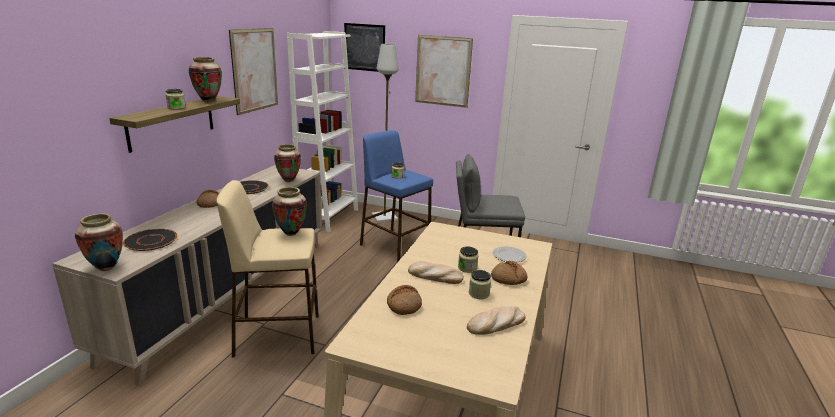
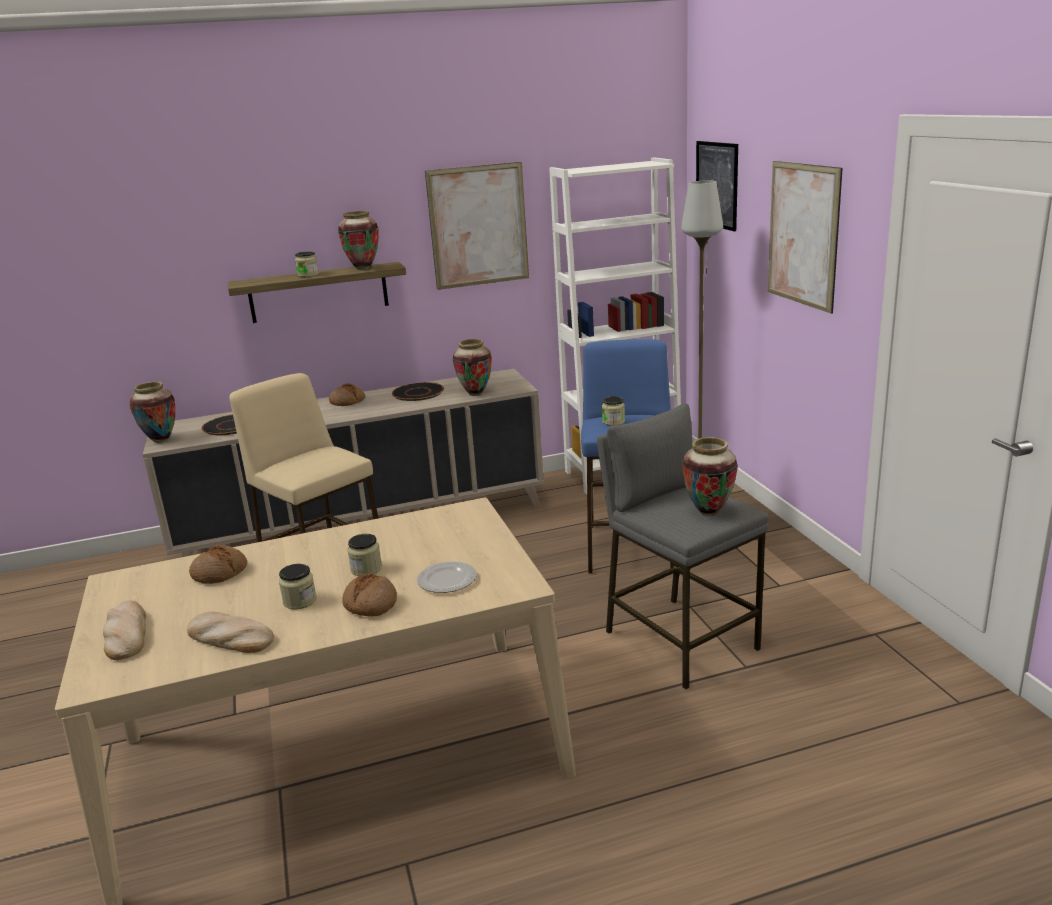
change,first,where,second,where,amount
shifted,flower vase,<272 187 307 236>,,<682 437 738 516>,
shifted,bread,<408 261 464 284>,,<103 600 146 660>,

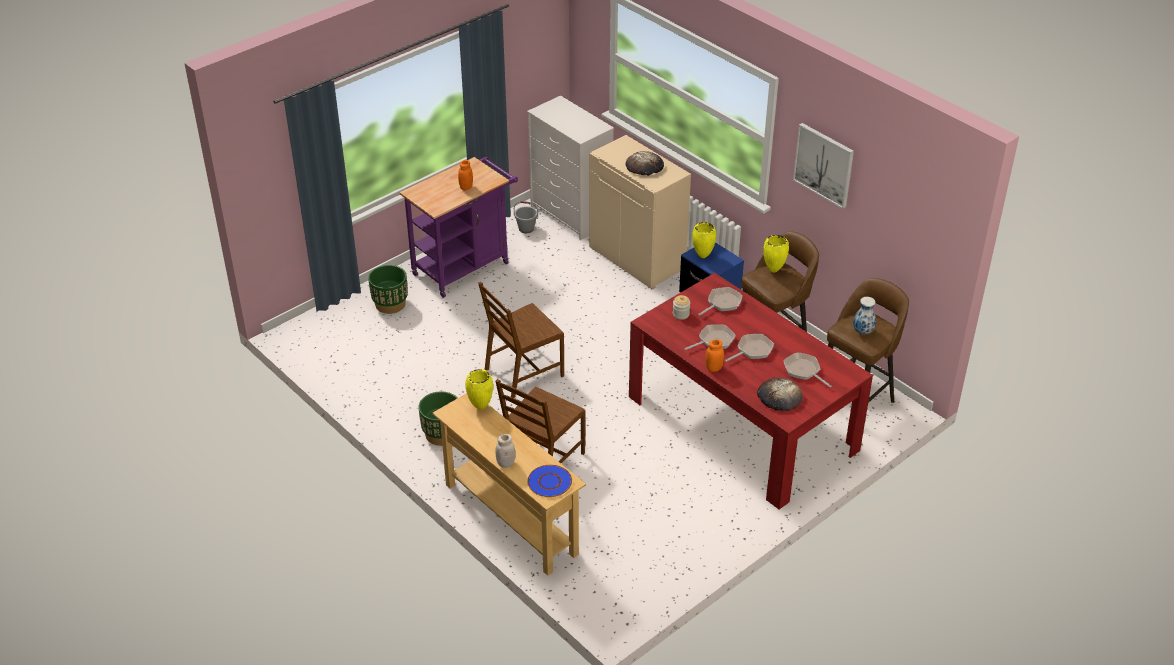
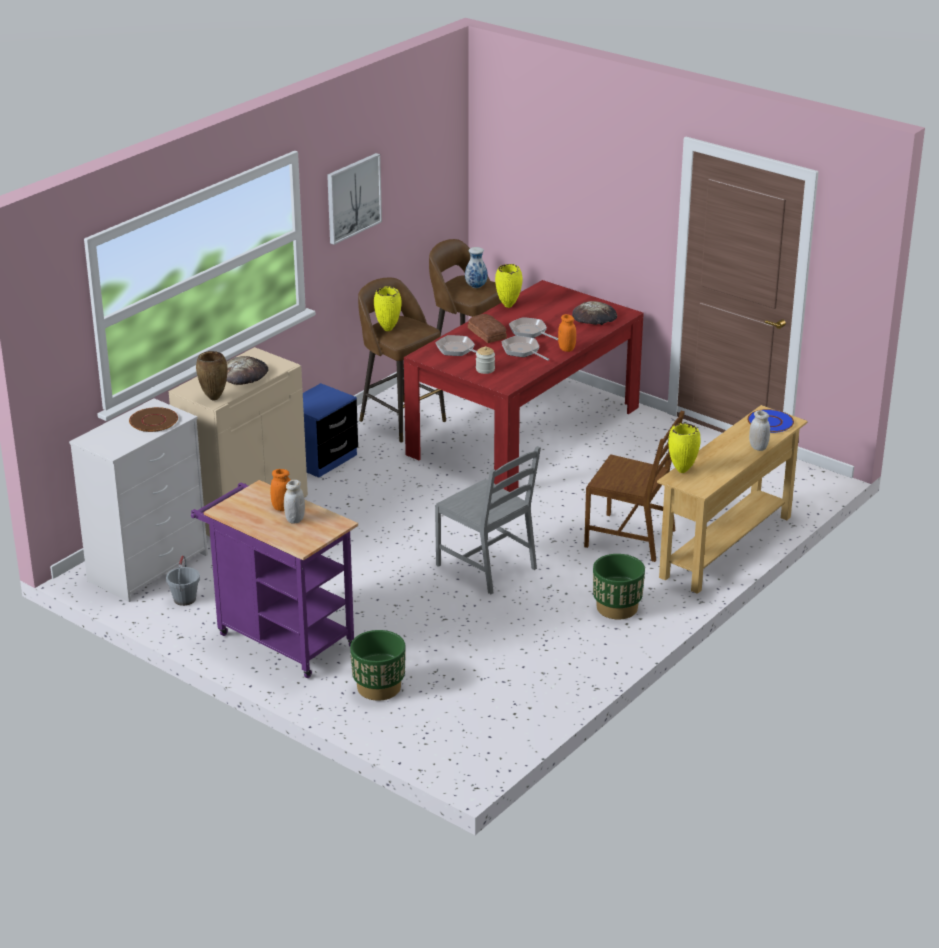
change,first,where,second,where,amount
repainted,brown-coloured upright chair,<478 282 564 398>,greyish upright chair,<435 446 541 594>,
shifted,yellow flower vase,<692 222 716 258>,,<495 264 523 308>,
gone,frying pan,<784 352 831 387>,,,
new,,,brown-coloured dinner plate,<129 407 178 432>,
new,,,brown-coloured flower vase,<196 351 228 400>,
new,,,white preserve jar,<284 480 305 524>,
new,,,bread,<468 314 507 343>,

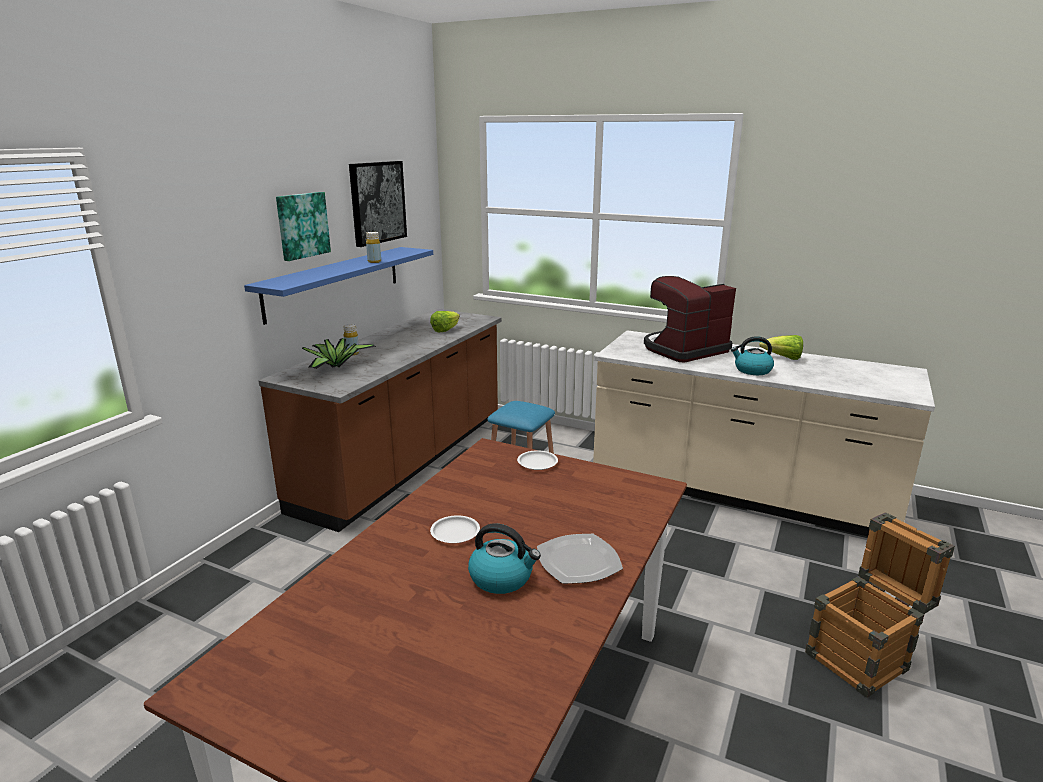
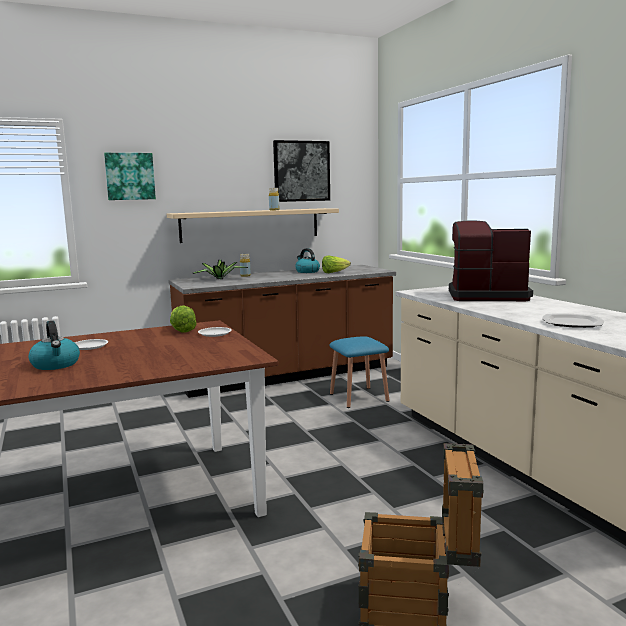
change,first,where,second,where,amount
repainted,blue-coloured bracket shelf,<244 247 433 325>,beige-coloured bracket shelf,<167 208 339 243>,
shifted,wall art,<276 192 331 261>,,<104 153 156 200>,
shifted,dinner plate,<537 534 623 584>,,<542 313 604 328>,
shifted,kettle,<731 336 774 375>,,<295 248 320 273>,
shifted,lettuce,<759 335 803 360>,,<170 305 197 333>,

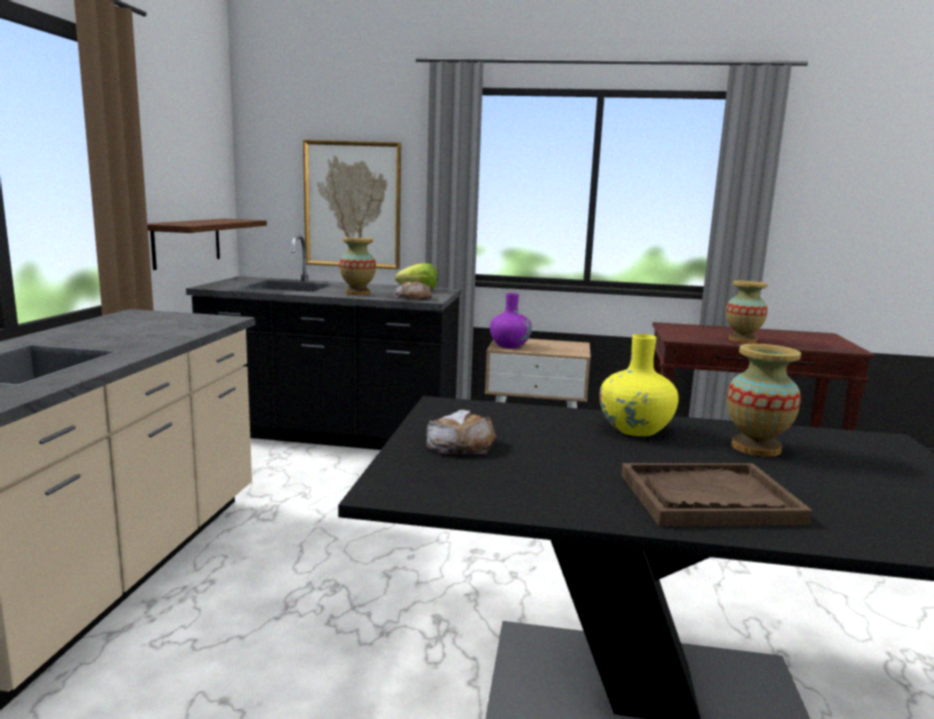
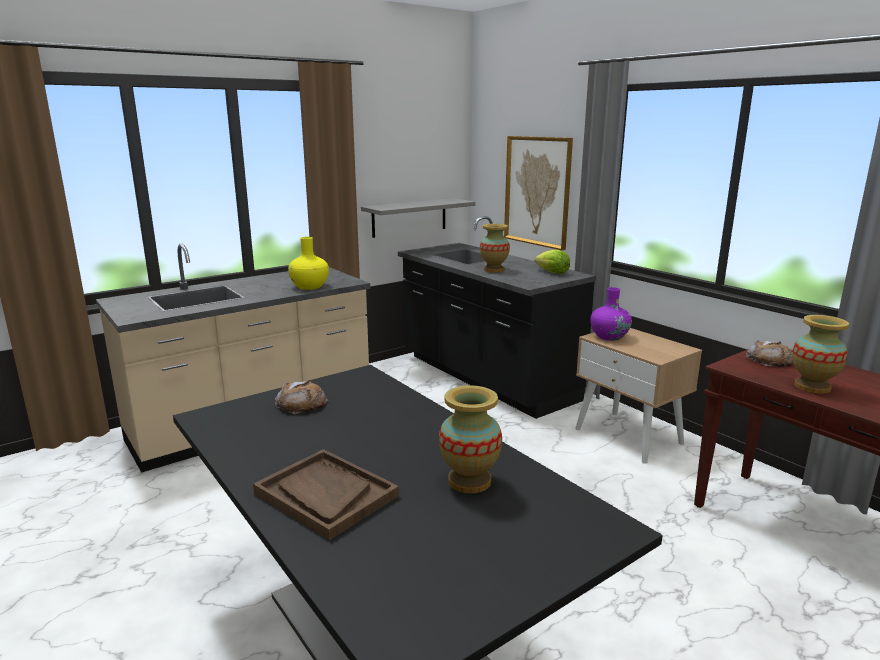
change,first,where,second,where,amount
repainted,brown-coloured bracket shelf,<147 219 267 270>,greyish bracket shelf,<361 198 476 238>,
shifted,bread,<393 280 433 300>,,<745 340 794 367>,
shifted,yellow flower vase,<599 334 679 436>,,<288 237 329 290>,

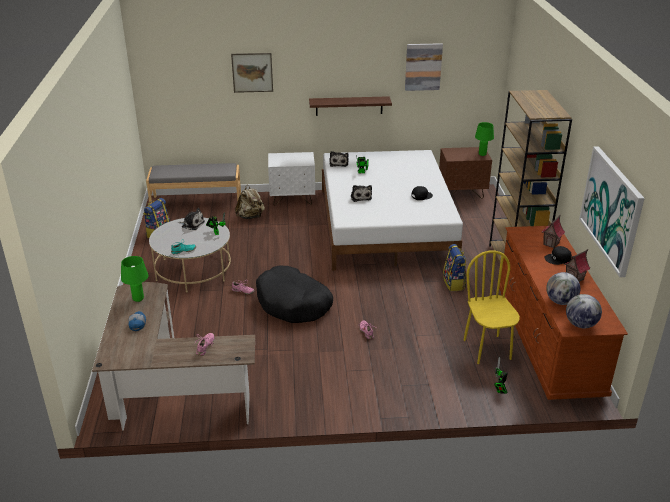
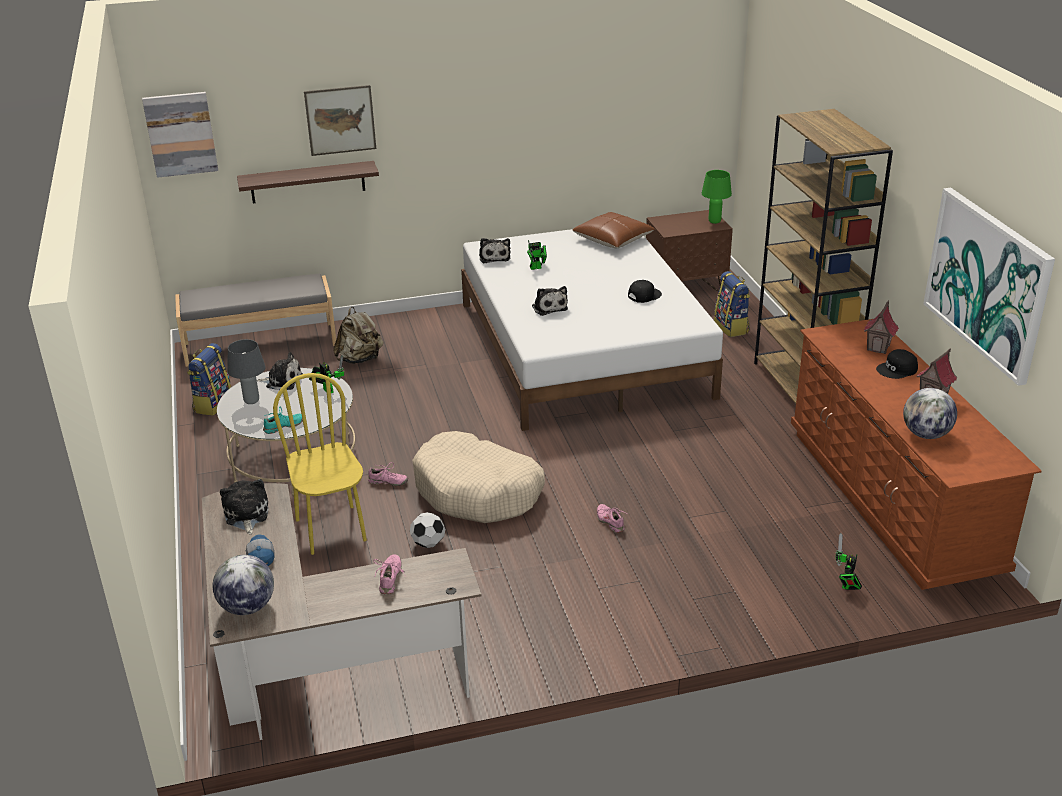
change,first,where,second,where,amount
swapped,green table lamp,<121 256 148 302>,cuddly toy,<220 479 269 534>,
repainted,black-coloured pet bed,<256 266 333 323>,beige-coloured pet bed,<412 431 545 523>,
gone,white bedside table,<268 152 315 206>,,,
shifted,bracket shelf,<309 96 392 116>,,<237 161 379 204>,
shifted,wall art,<405 43 443 91>,,<142 92 218 178>,
shifted,backpack,<443 244 466 291>,,<714 271 750 337>,
shifted,yellow upright chair,<463 250 520 364>,,<273 373 367 555>,
shifted,desk globe,<566 294 602 328>,,<213 555 274 615>,
new,,,greyish table lamp,<227 339 266 404>,
new,,,football ball,<410 512 445 548>,
new,,,brown-coloured cushion,<573 212 655 248>,

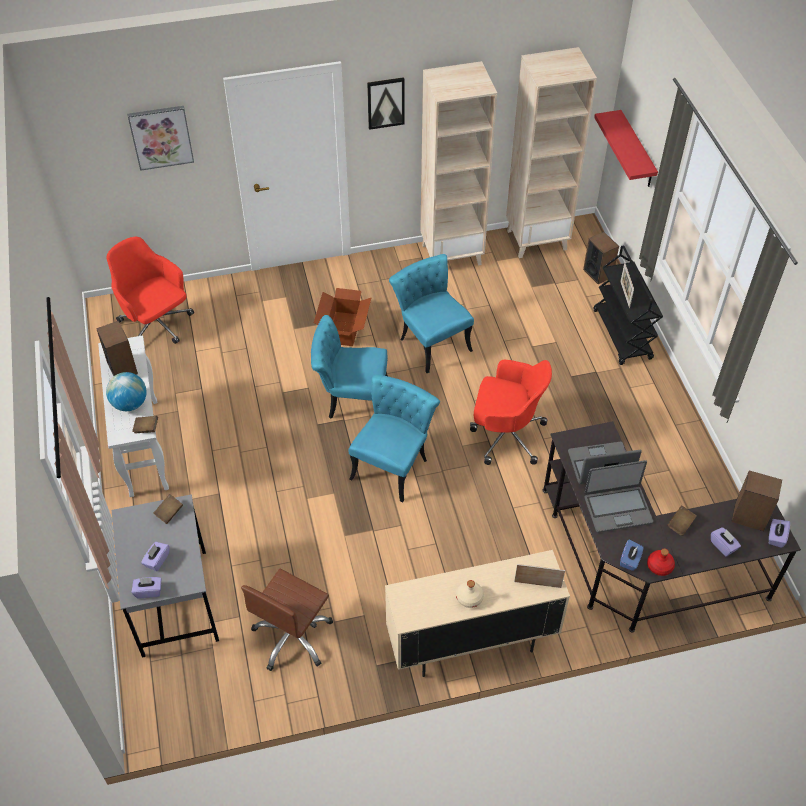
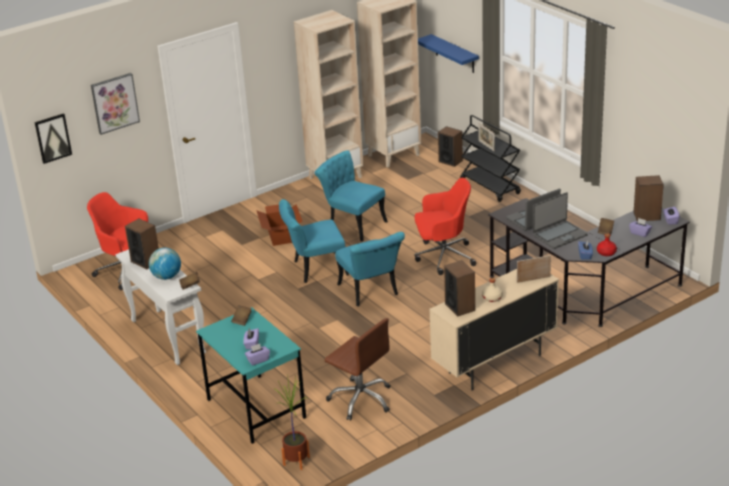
change,first,where,second,where,amount
repainted,greyish desk unit,<112 494 219 658>,turquoise desk unit,<196 307 306 444>,
rotated,brown-coloured computer chair,<241 569 333 671>,,<324 318 391 420>,60 degrees counterclockwise
rotated,turquoise upright chair,<349 374 440 502>,,<335 232 405 306>,150 degrees clockwise
shifted,wall art,<367 77 405 130>,,<34 113 72 164>,
repainted,red-coloured bracket shelf,<594 110 658 187>,blue-coloured bracket shelf,<418 34 479 73>,
new,,,plant in a pot,<274 374 310 470>,
new,,,audio speaker,<444 260 475 316>,

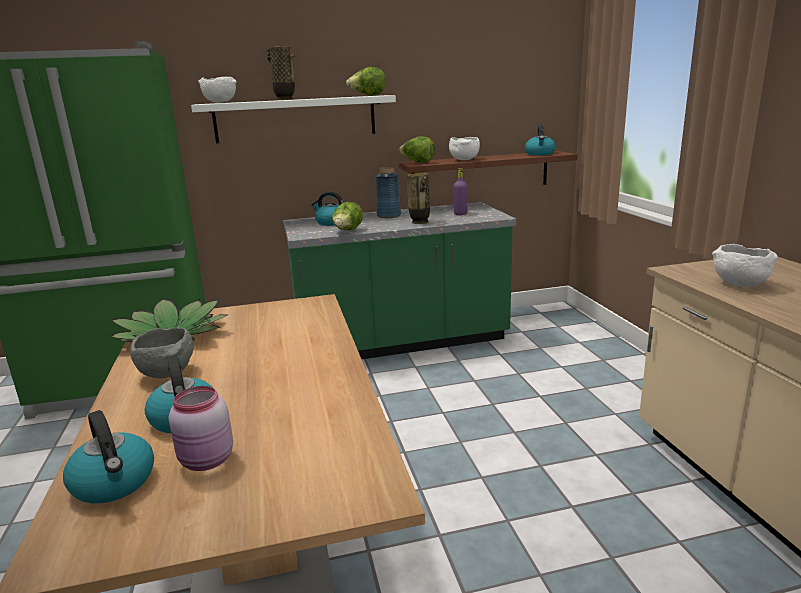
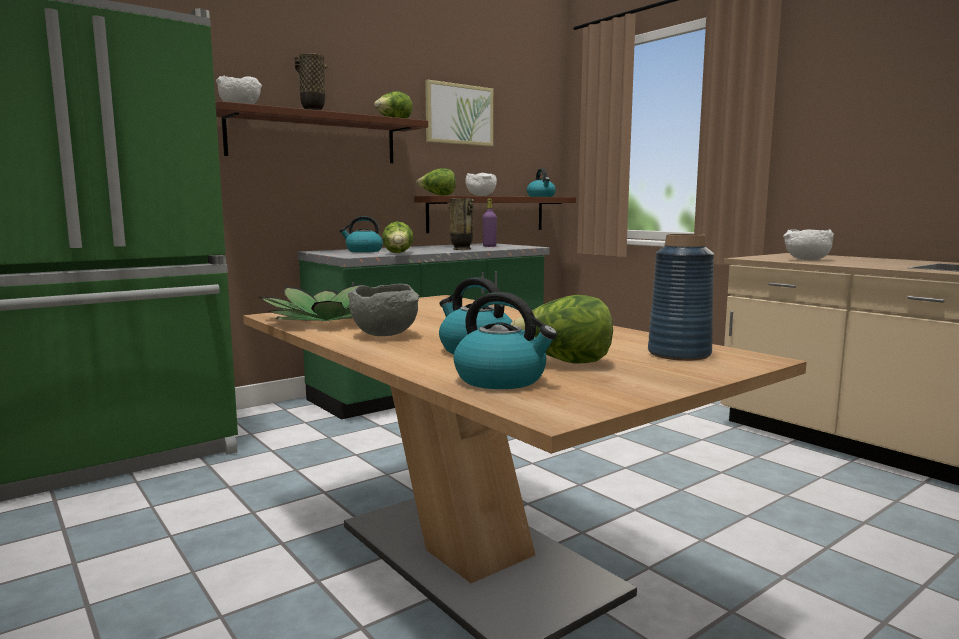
change,first,where,second,where,amount
swapped,pink-coloured preserve jar,<169 386 233 471>,lettuce,<511 295 613 364>,
repainted,white bracket shelf,<191 95 396 143>,brown-coloured bracket shelf,<216 101 428 163>,
shifted,blue-coloured flower vase,<376 167 401 218>,,<648 234 714 361>,
new,,,wall art,<425 80 493 146>,

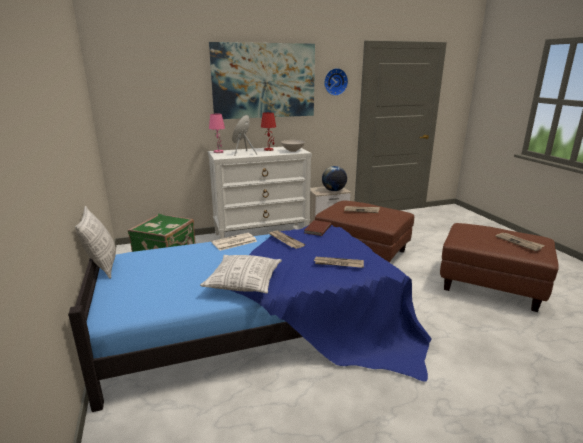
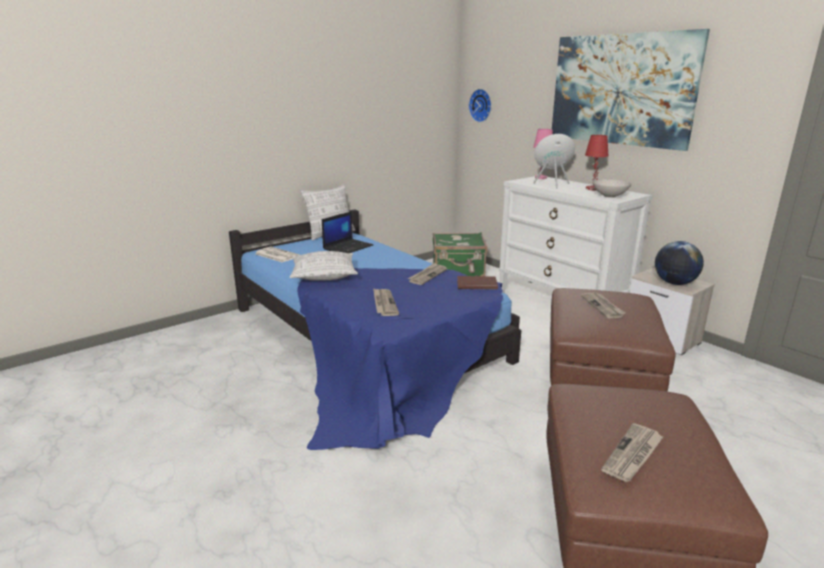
change,first,where,second,where,amount
shifted,daily paper,<211 233 257 251>,,<256 247 300 263>,
shifted,clock on the wall,<324 68 348 96>,,<469 89 492 122>,
new,,,laptop,<322 211 373 253>,

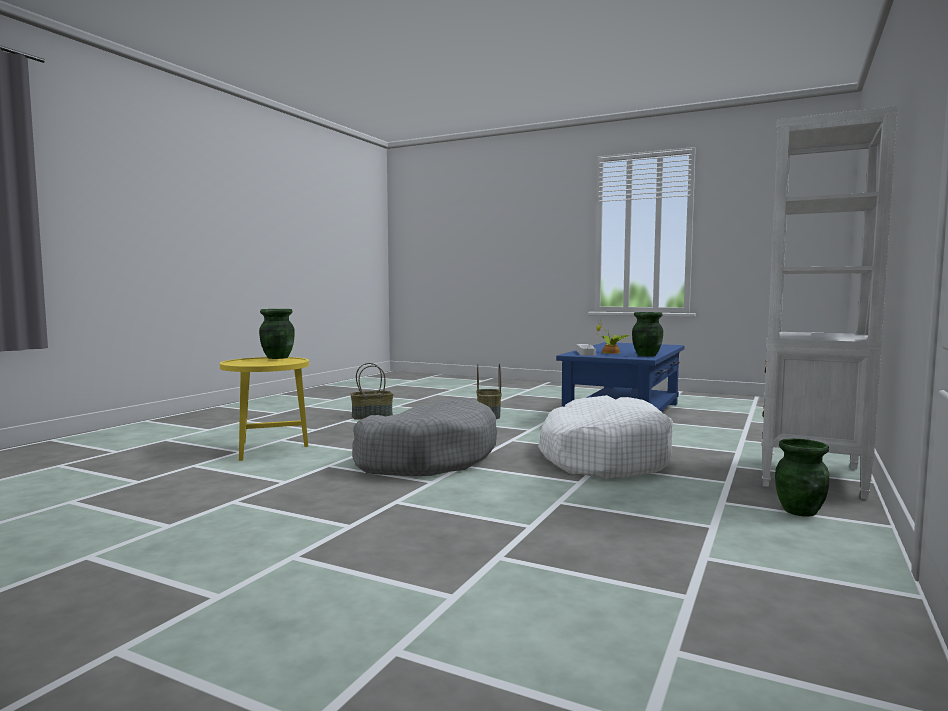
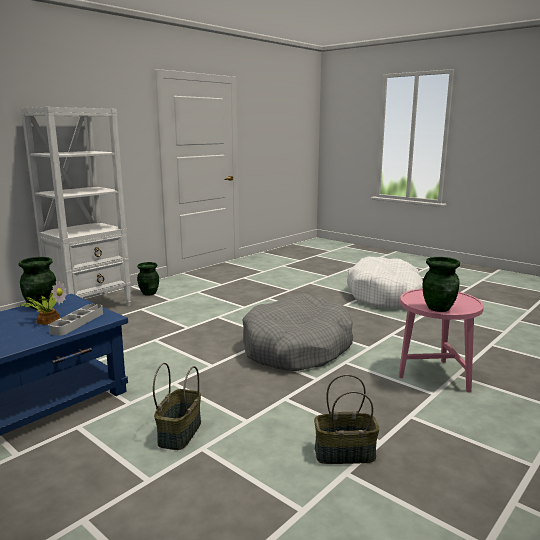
change,first,where,second,where,amount
repainted,yellow accent table,<220 357 309 461>,pink-coloured accent table,<399 289 484 393>,
shifted,white pet bed,<538 395 673 479>,,<347 257 423 308>,

